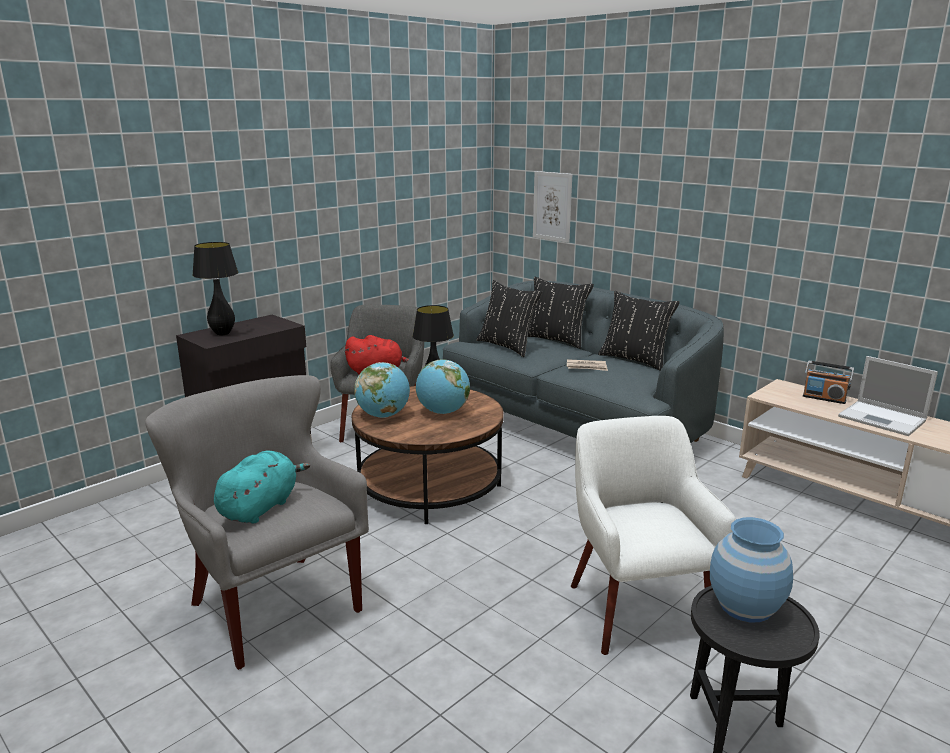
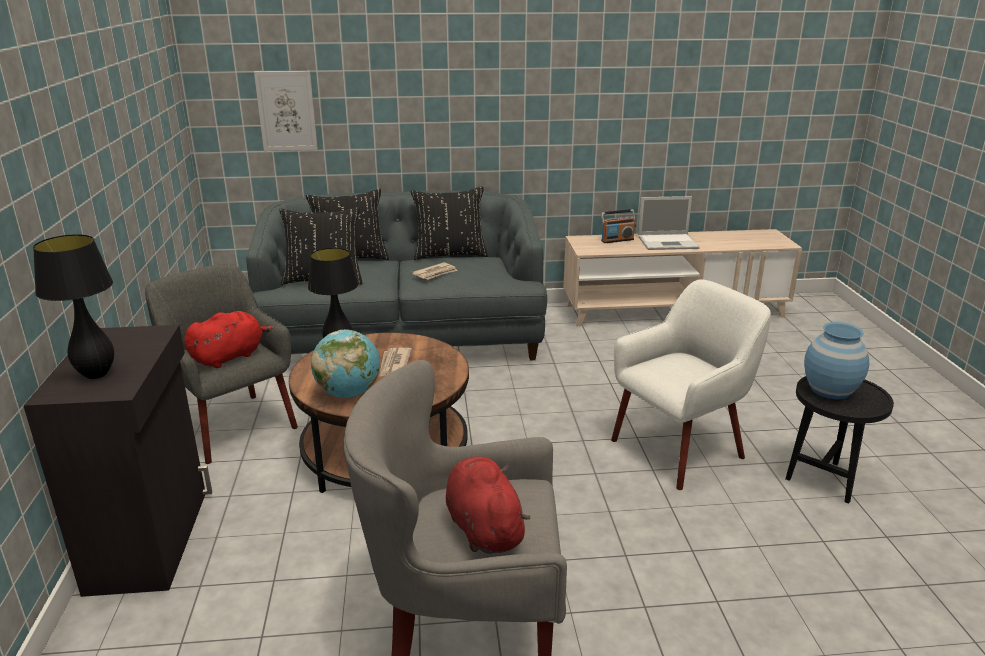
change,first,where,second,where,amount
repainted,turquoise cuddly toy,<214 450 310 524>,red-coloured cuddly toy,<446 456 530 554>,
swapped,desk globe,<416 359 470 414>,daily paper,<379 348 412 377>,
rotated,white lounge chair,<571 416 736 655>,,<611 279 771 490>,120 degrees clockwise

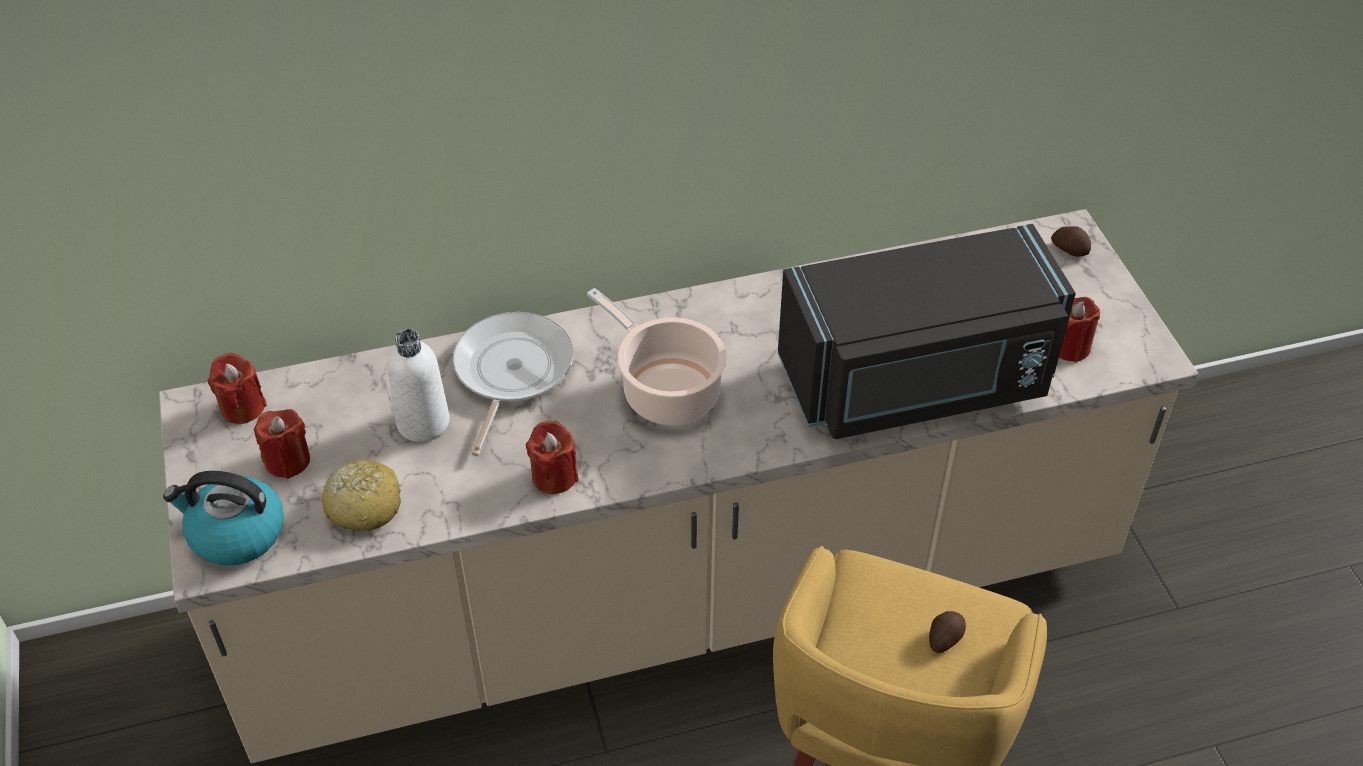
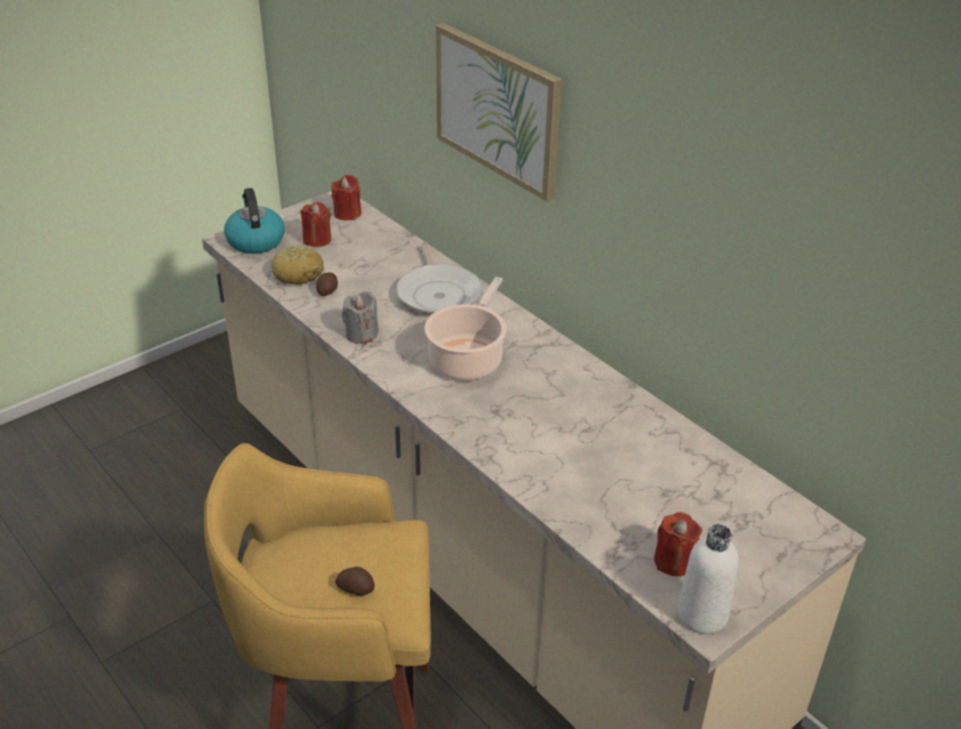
change,first,where,second,where,amount
shifted,white drink bottle,<387 329 450 442>,,<677 524 739 634>,
rotated,frying pan,<453 312 574 456>,,<396 241 483 315>,90 degrees clockwise
repainted,red-coloured candle,<526 420 578 494>,greyish candle,<342 291 379 344>,
gone,black-coloured microwave,<778 224 1076 439>,,,
shifted,whole potato,<1051 226 1091 257>,,<316 272 338 296>,
new,,,wall art,<436 23 562 202>,

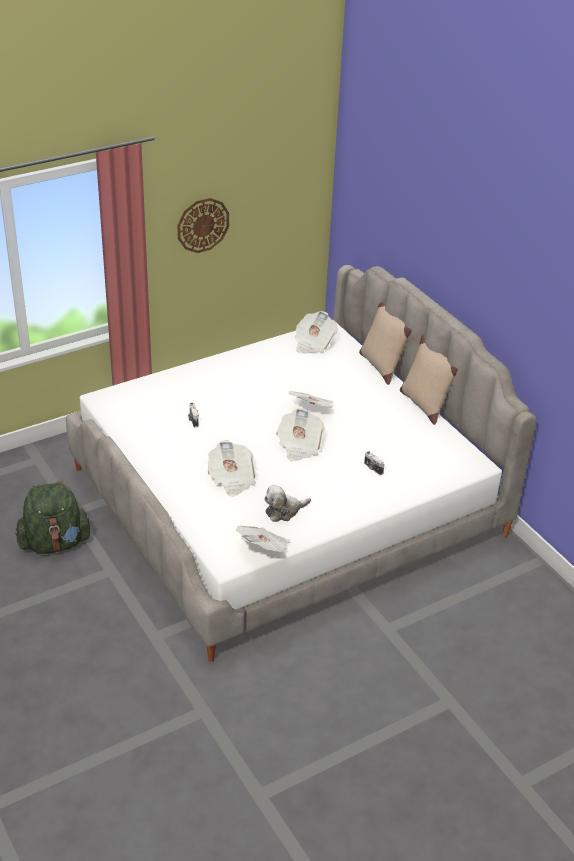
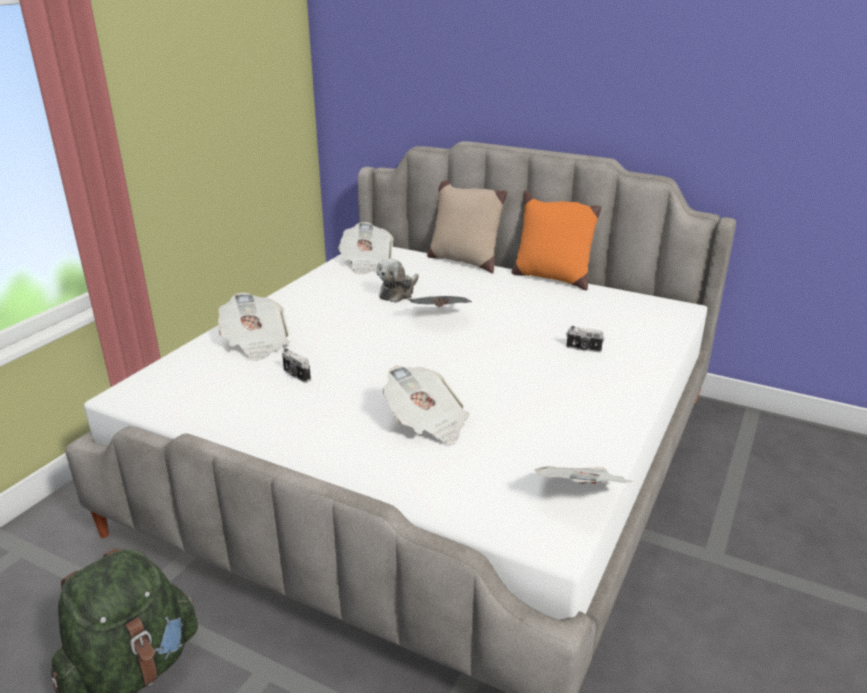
change,first,where,second,where,amount
gone,clock on the wall,<178 198 229 253>,,,
shifted,cuddly toy,<264 485 311 522>,,<376 258 419 303>,
shifted,daily paper,<276 408 325 461>,,<218 293 290 361>,
repainted,beige-coloured cushion,<400 334 458 425>,orange cushion,<512 191 601 290>,

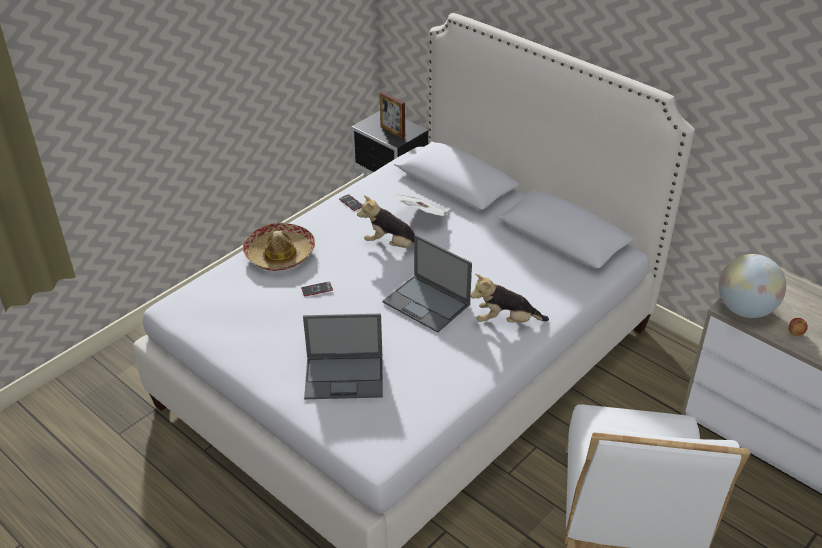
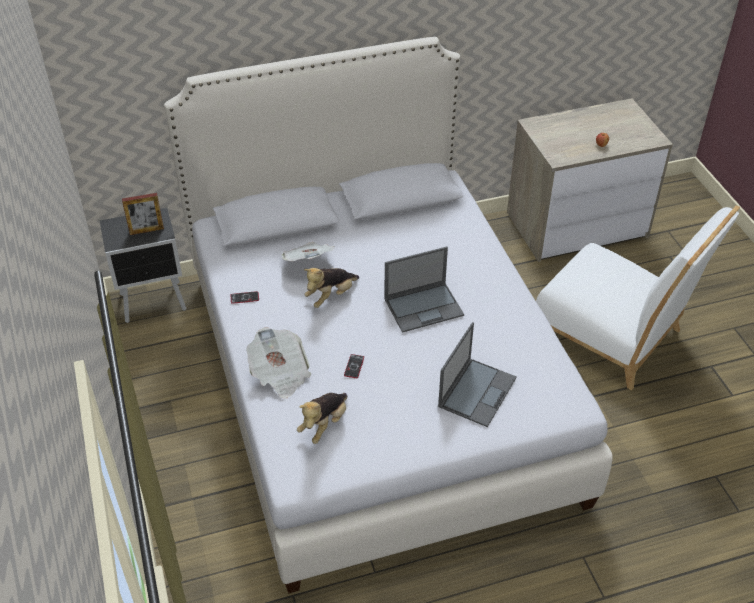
change,first,where,second,where,amount
swapped,clothing hat,<243 223 315 271>,daily paper,<246 327 311 399>,
shifted,cuddly toy,<470 274 549 323>,,<297 393 347 444>,
gone,desk globe,<718 254 786 318>,,,

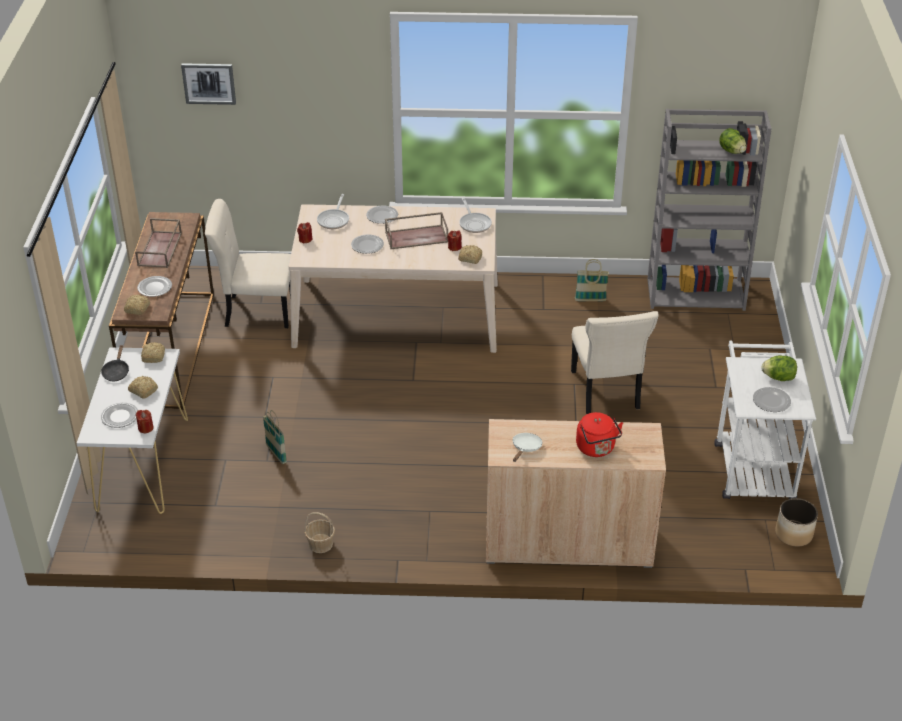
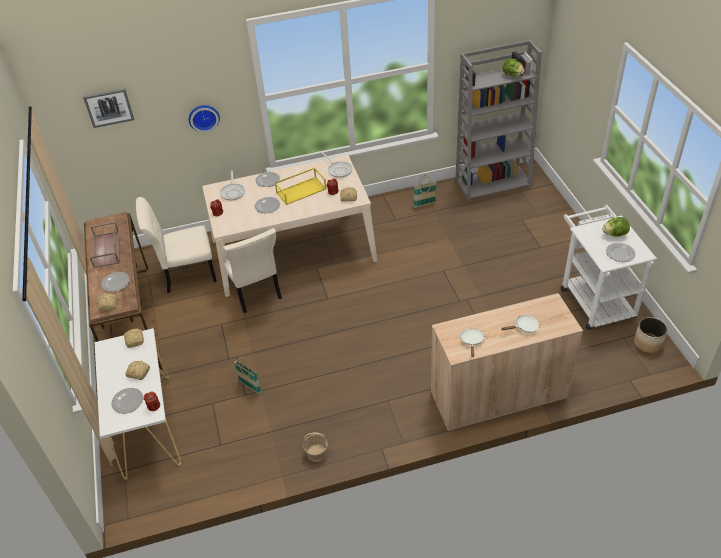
change,first,where,second,where,amount
gone,black-coloured frying pan,<101 345 129 381>,,,
repainted,brown-coloured serving tray,<385 212 448 249>,yellow serving tray,<275 167 327 205>,
shifted,beige-coloured upright chair,<571 311 659 414>,,<223 228 282 313>,
swapped,red-coloured kettle,<576 412 623 457>,white frying pan,<501 315 540 333>,
new,,,clock on the wall,<189 105 220 133>,

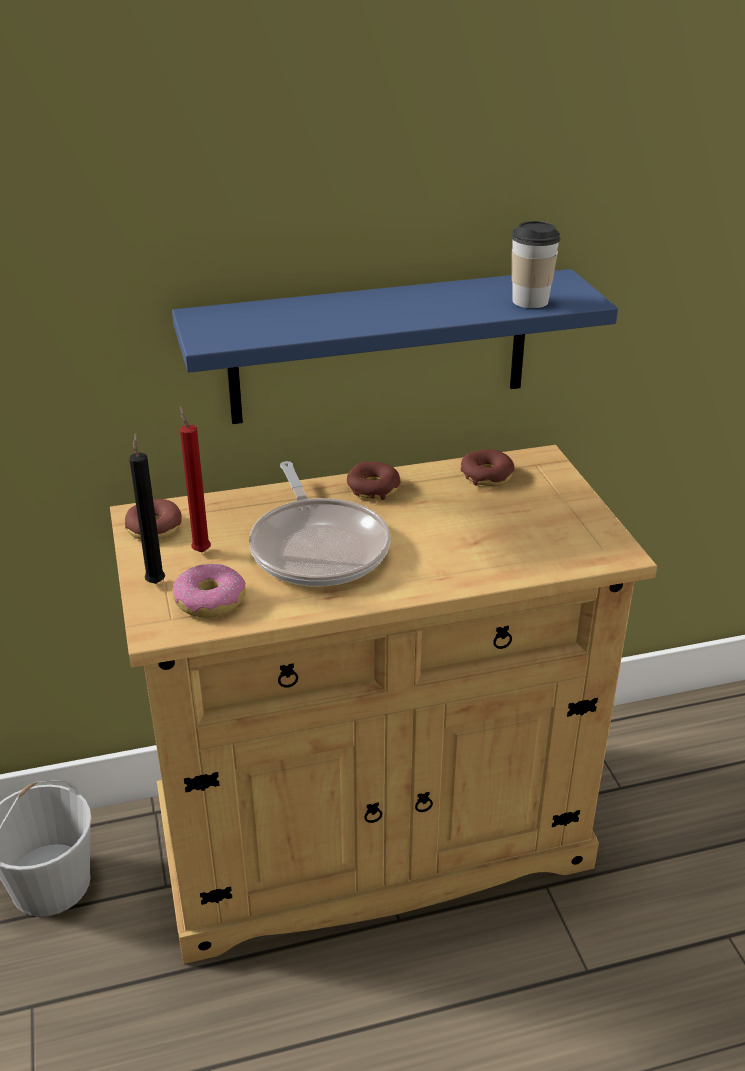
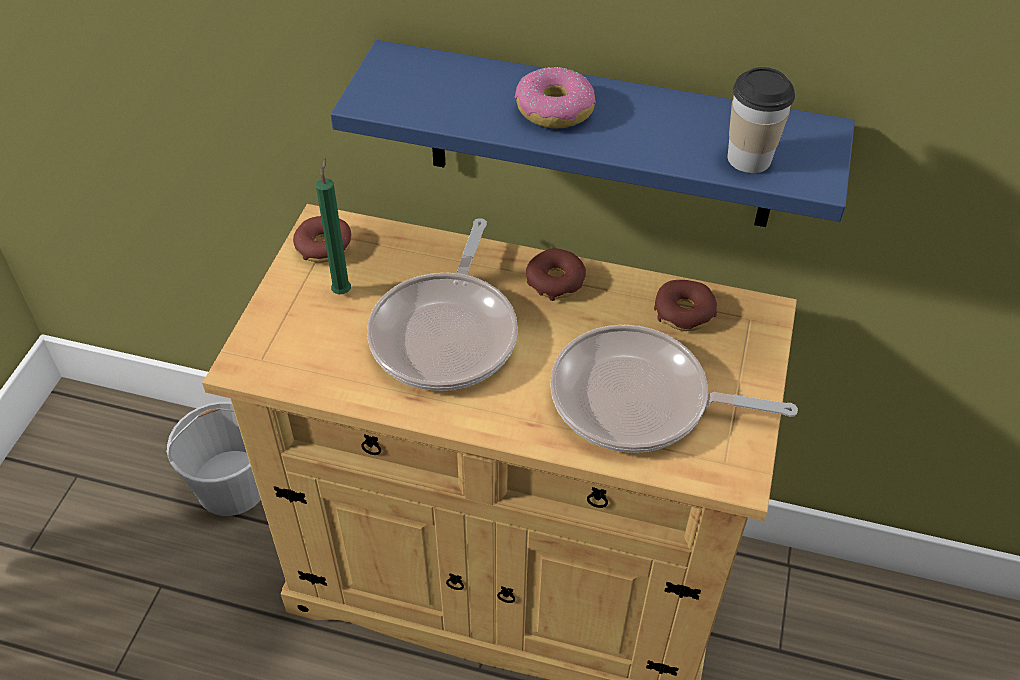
change,first,where,second,where,amount
gone,black-coloured candle,<129 433 165 584>,,,
shifted,ring doughnut,<172 564 246 618>,,<515 67 596 128>,
repainted,red-coloured candle,<180 406 211 552>,green candle,<316 158 351 294>,
new,,,frying pan,<550 325 798 453>,

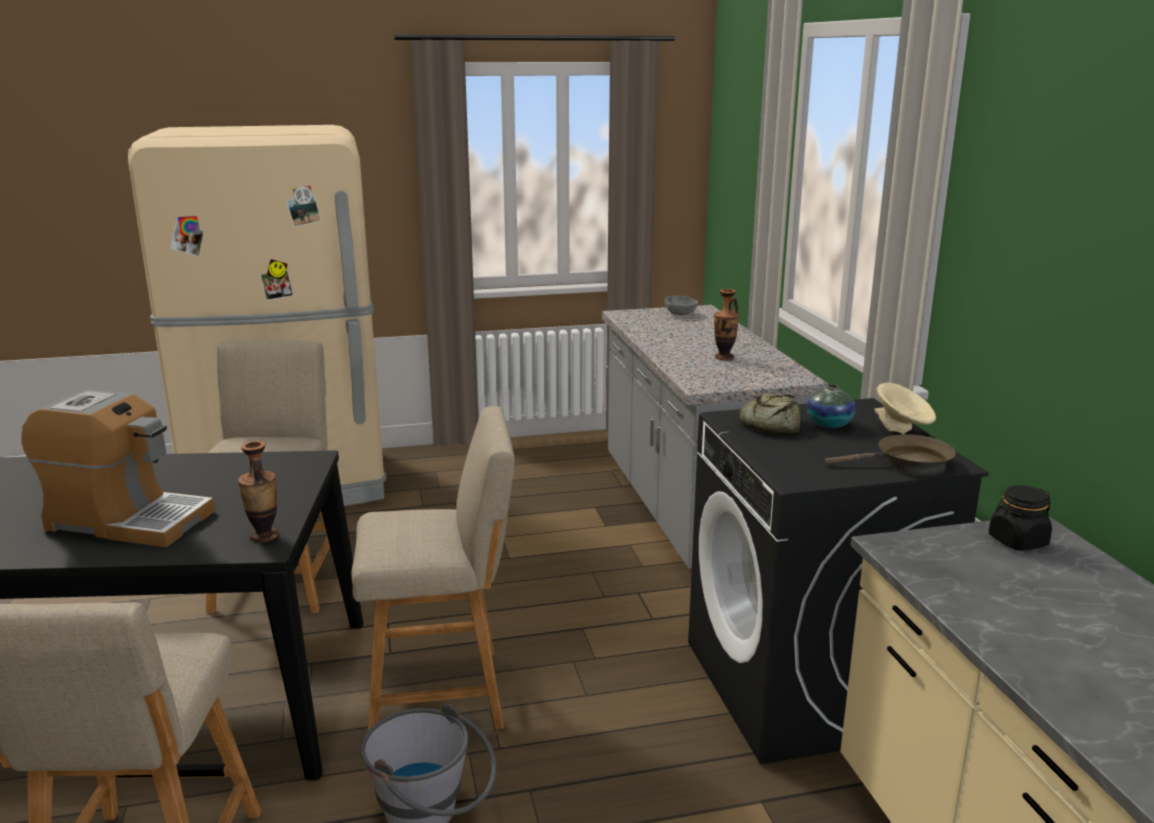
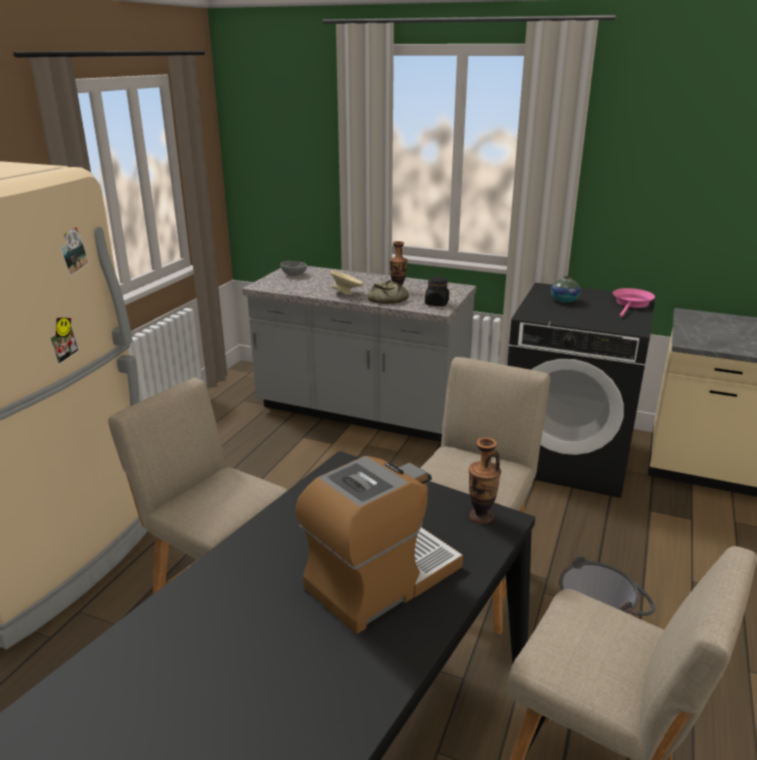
change,first,where,second,where,amount
shifted,bread,<739 393 800 434>,,<368 280 409 304>,
repainted,brown-coloured frying pan,<825 434 956 473>,pink-coloured frying pan,<613 288 655 317>,
shifted,beige-coloured deep dish,<874 383 936 434>,,<330 270 363 295>,
shifted,black-coloured preserve jar,<989 485 1052 551>,,<425 276 449 306>,

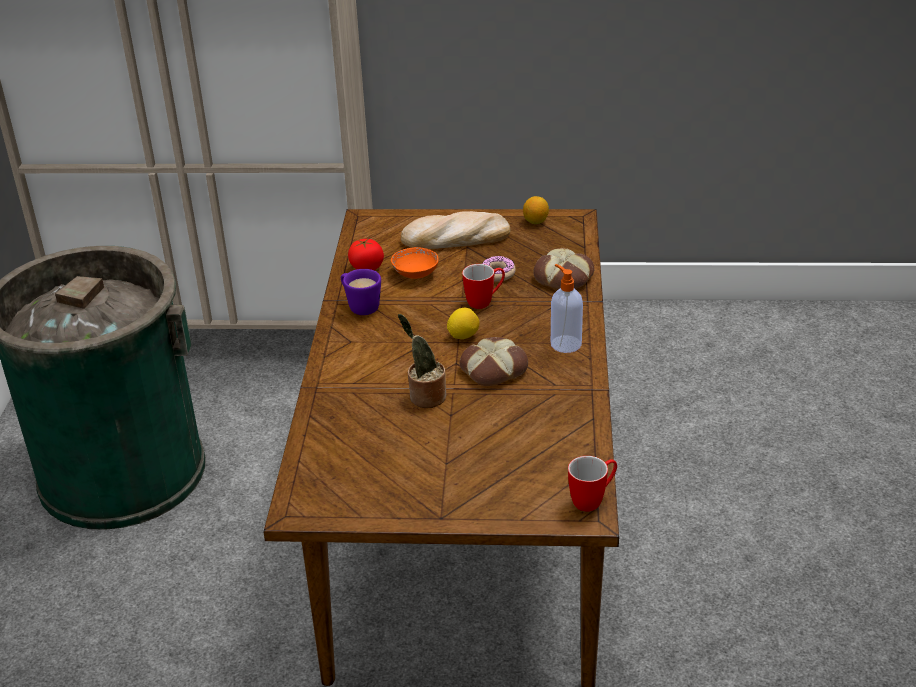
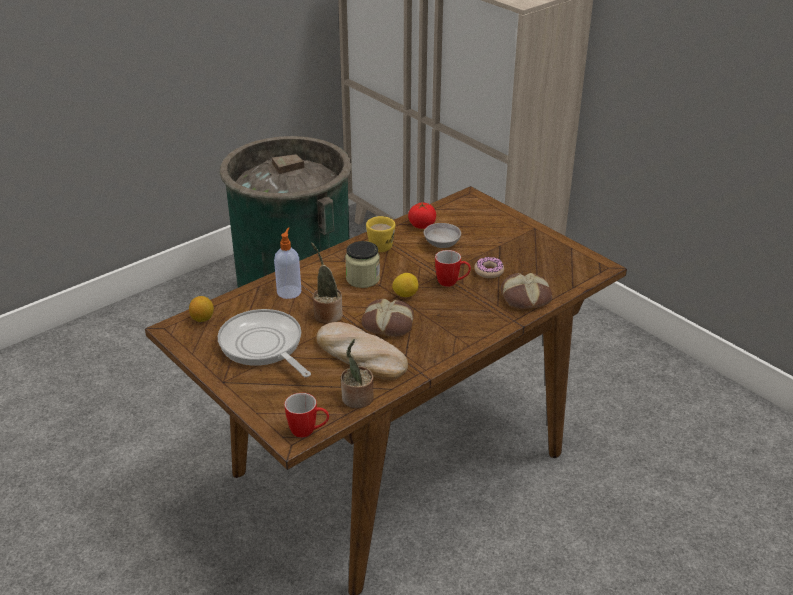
change,first,where,second,where,amount
repainted,purple-coloured mug,<341 269 381 315>,yellow mug,<366 216 395 252>,
repainted,orange deep dish,<391 247 438 279>,greyish deep dish,<424 223 461 248>,
shifted,bread,<401 211 510 249>,,<316 322 408 380>,
shifted,citrus fruit,<523 196 549 224>,,<189 296 214 322>,
shifted,soap bottle,<551 264 583 353>,,<274 227 301 299>,
new,,,frying pan,<218 309 311 377>,
new,,,plant in a pot,<341 339 374 408>,
new,,,preserve jar,<345 241 380 288>,

